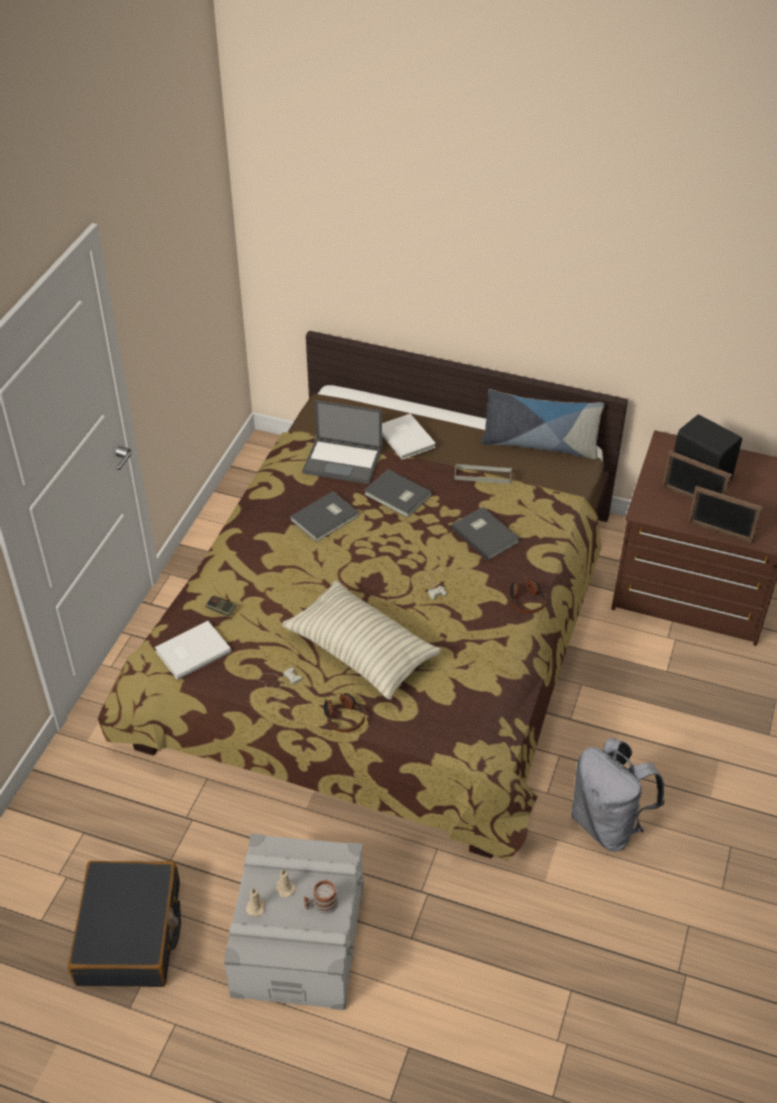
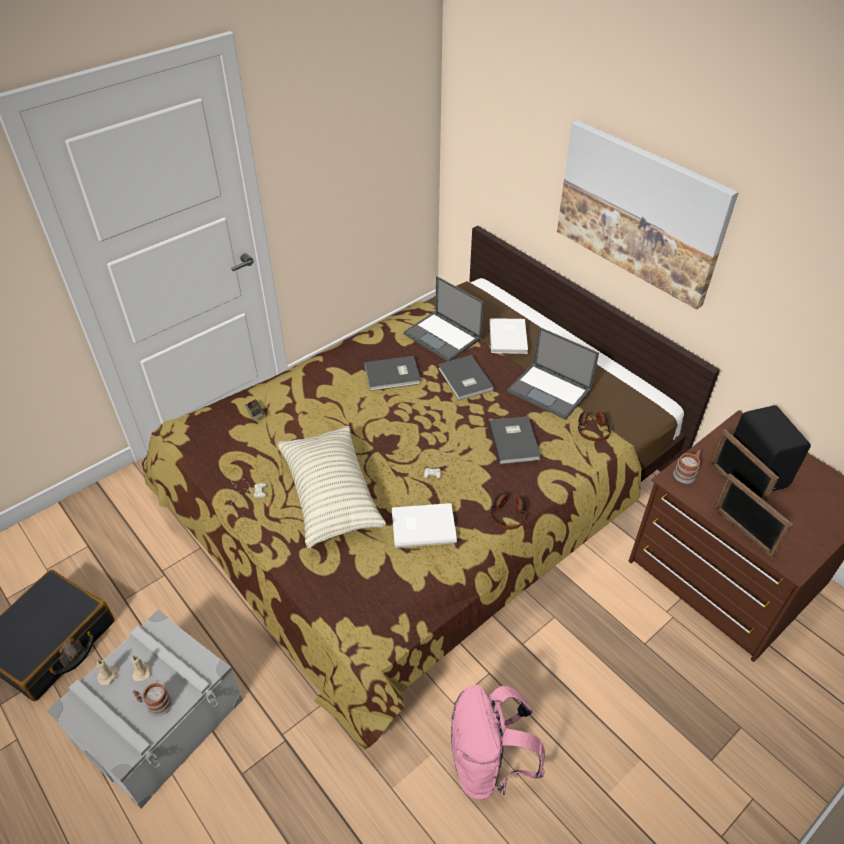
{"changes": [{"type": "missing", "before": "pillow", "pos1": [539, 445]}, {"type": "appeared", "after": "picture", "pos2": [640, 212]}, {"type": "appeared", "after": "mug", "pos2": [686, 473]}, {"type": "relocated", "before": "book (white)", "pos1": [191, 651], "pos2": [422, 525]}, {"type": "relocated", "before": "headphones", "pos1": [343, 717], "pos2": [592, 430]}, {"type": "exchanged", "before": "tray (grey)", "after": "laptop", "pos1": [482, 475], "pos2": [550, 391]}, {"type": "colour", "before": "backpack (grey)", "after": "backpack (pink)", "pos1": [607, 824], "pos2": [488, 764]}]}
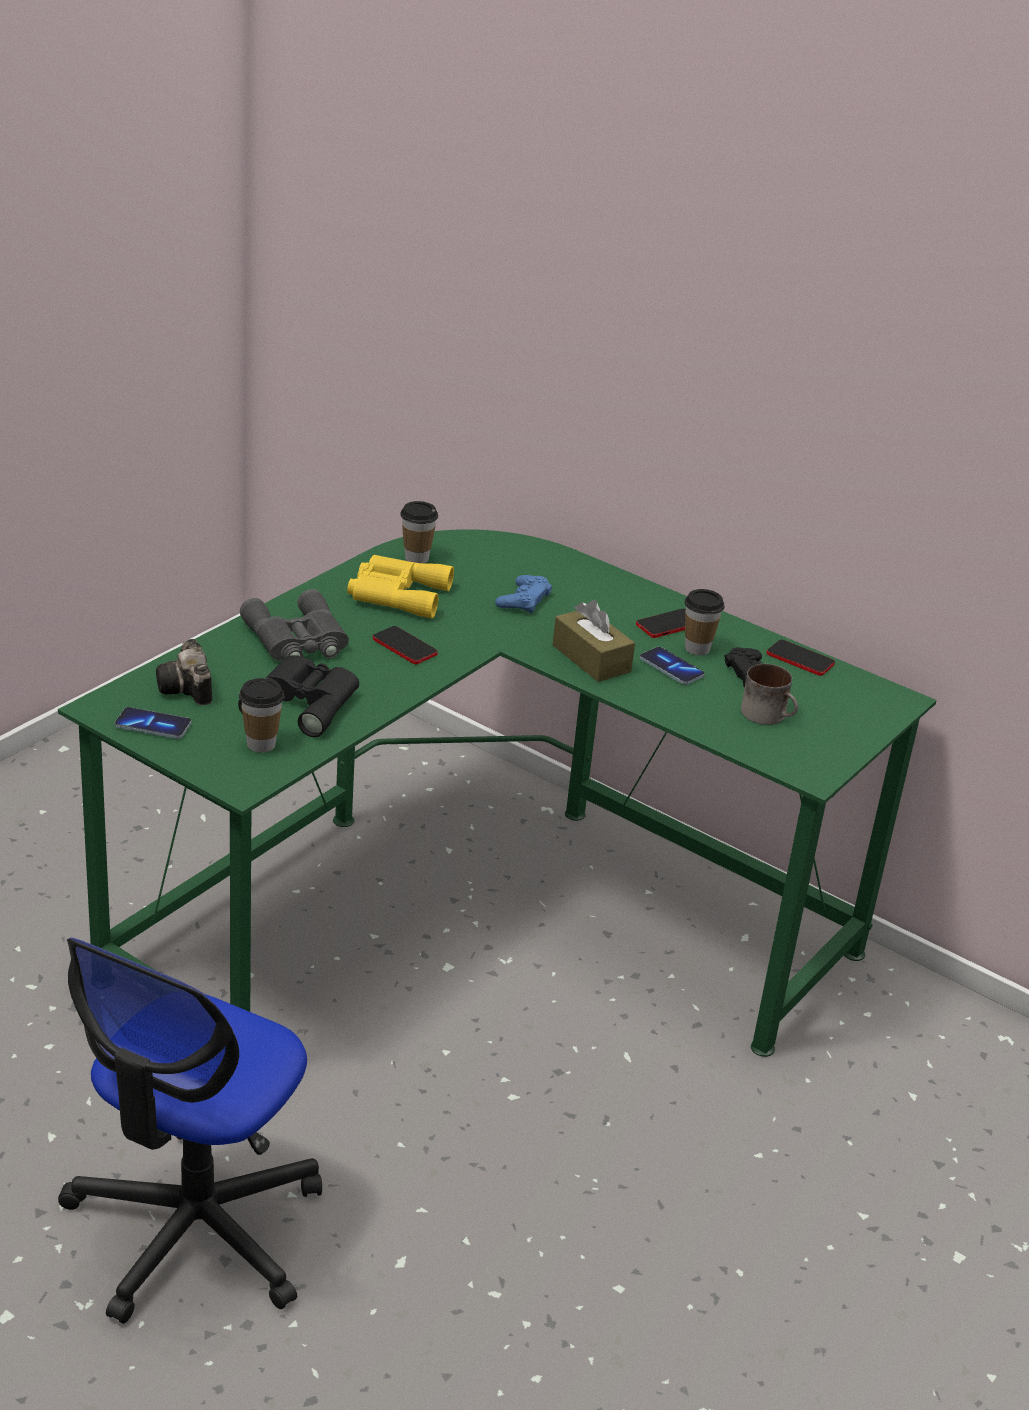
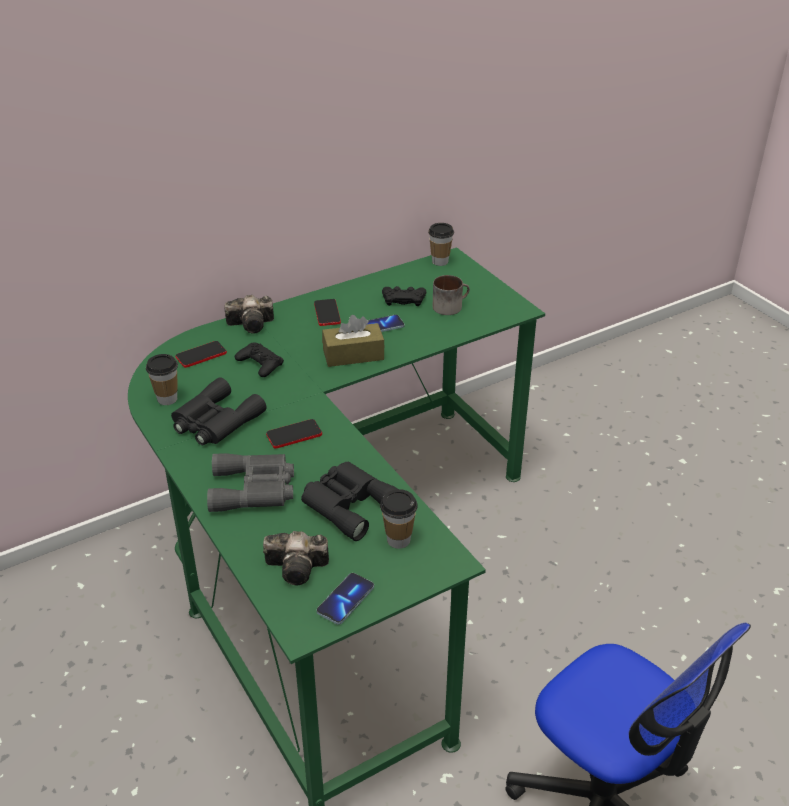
{"changes": [{"type": "appeared", "after": "photo camera", "pos2": [253, 324]}, {"type": "relocated", "before": "cup", "pos1": [697, 649], "pos2": [440, 261]}, {"type": "relocated", "before": "phone", "pos1": [800, 659], "pos2": [201, 355]}, {"type": "colour", "before": "binoculars (yellow)", "after": "binoculars (black)", "pos1": [396, 594], "pos2": [215, 421]}, {"type": "colour", "before": "game controller (blue)", "after": "game controller (black)", "pos1": [523, 600], "pos2": [260, 364]}]}
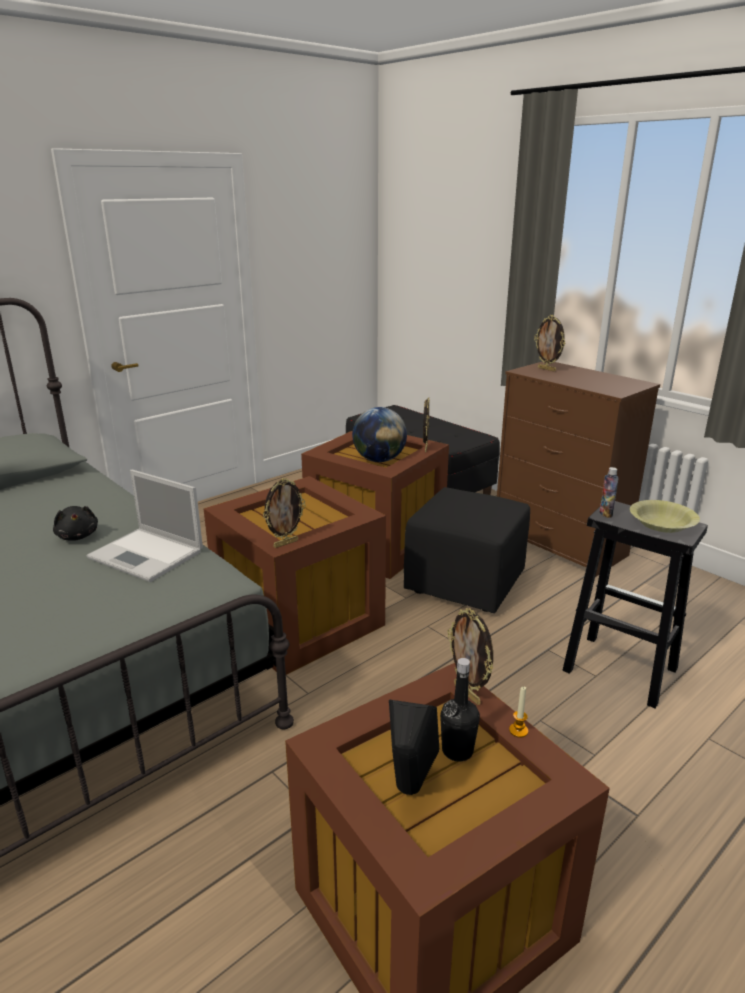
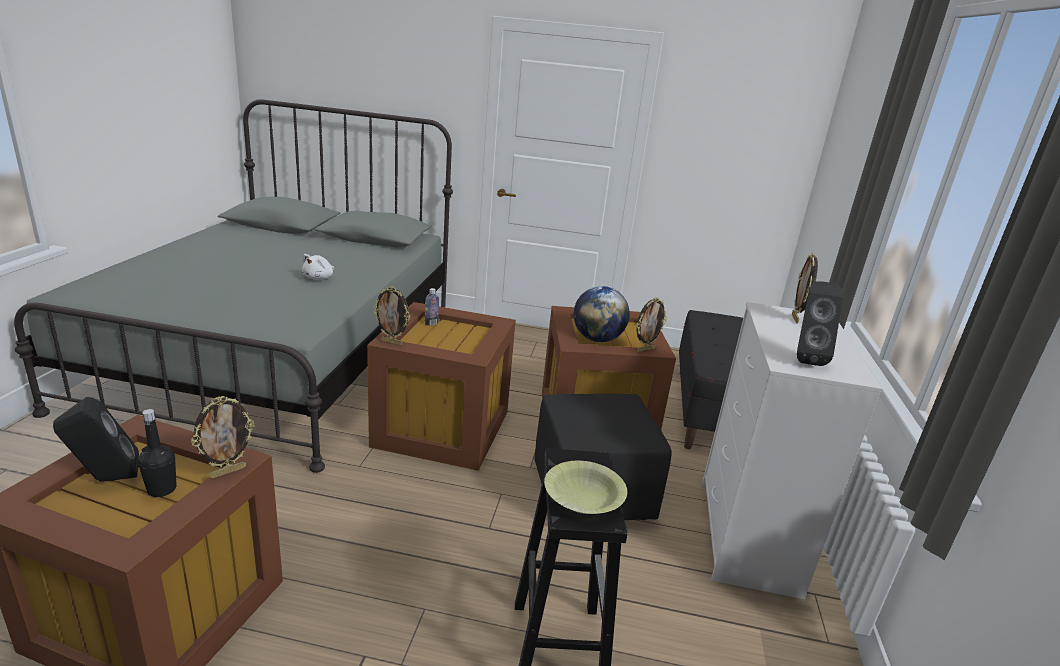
{"changes": [{"type": "missing", "before": "laptop", "pos1": [147, 555]}, {"type": "missing", "before": "candle", "pos1": [518, 730]}, {"type": "appeared", "after": "speaker (black)", "pos2": [805, 357]}, {"type": "relocated", "before": "bottle", "pos1": [606, 514], "pos2": [431, 323]}, {"type": "colour", "before": "plush toy (black)", "after": "plush toy (white)", "pos1": [78, 536], "pos2": [319, 278]}, {"type": "colour", "before": "dresser (brown)", "after": "dresser (white)", "pos1": [560, 545], "pos2": [748, 535]}, {"type": "spun", "before": "picture frame", "pos1": [468, 694], "pos2": [228, 471], "turn": -150}]}
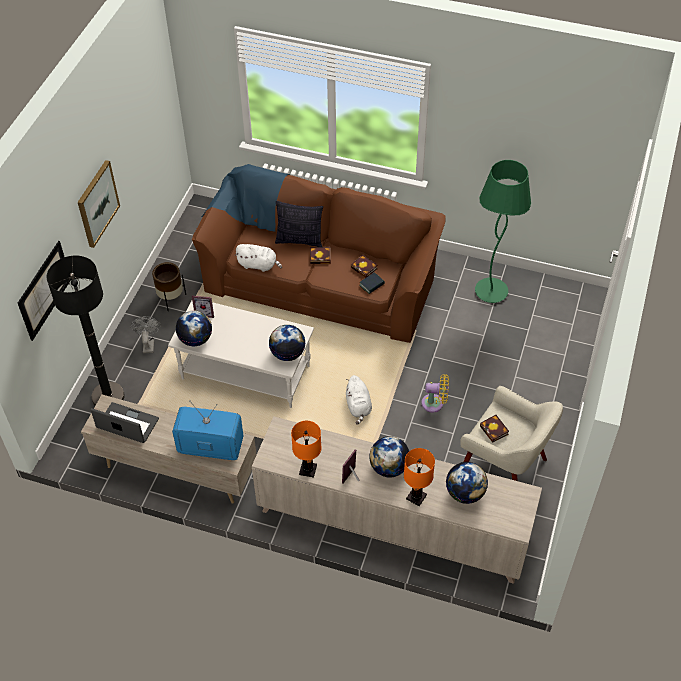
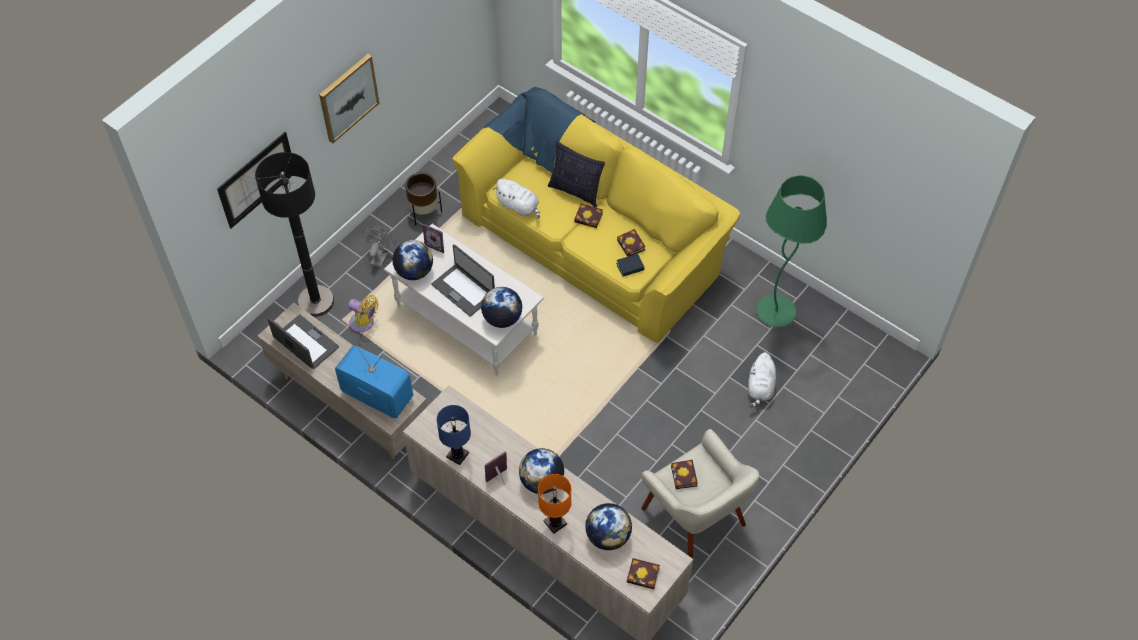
{"changes": [{"type": "appeared", "after": "laptop", "pos2": [464, 290]}, {"type": "appeared", "after": "book", "pos2": [644, 575]}, {"type": "relocated", "before": "plush toy (white)", "pos1": [358, 406], "pos2": [760, 387]}, {"type": "relocated", "before": "fan (yellow)", "pos1": [435, 403], "pos2": [364, 323]}, {"type": "colour", "before": "sofa (brown)", "after": "sofa (yellow)", "pos1": [321, 278], "pos2": [593, 238]}, {"type": "colour", "before": "table lamp (orange)", "after": "table lamp (blue)", "pos1": [307, 470], "pos2": [457, 455]}]}
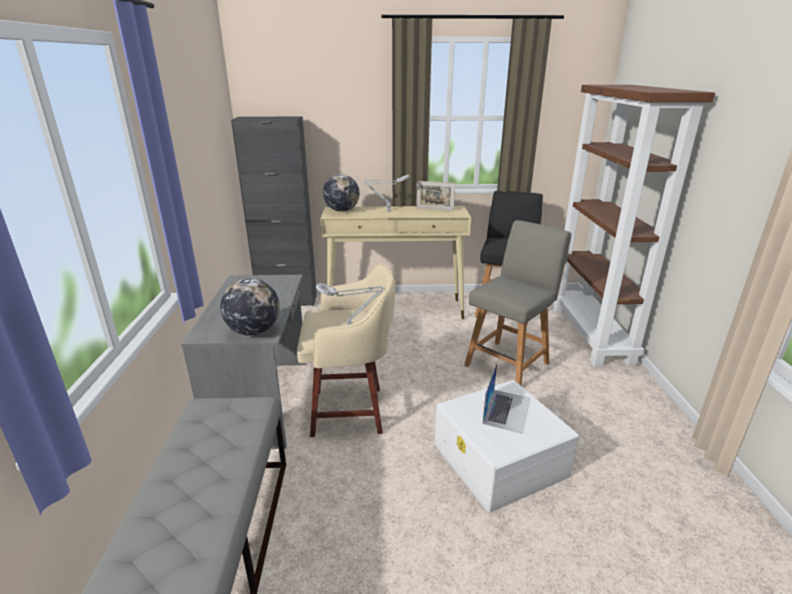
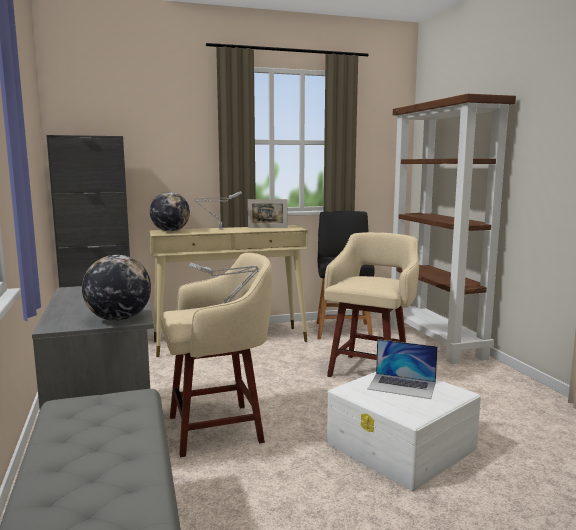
{"changes": [{"type": "exchanged", "before": "chair (grey)", "after": "stool (beige)", "pos1": [508, 363], "pos2": [369, 370]}, {"type": "spun", "before": "laptop", "pos1": [507, 410], "pos2": [402, 385], "turn": 105}]}
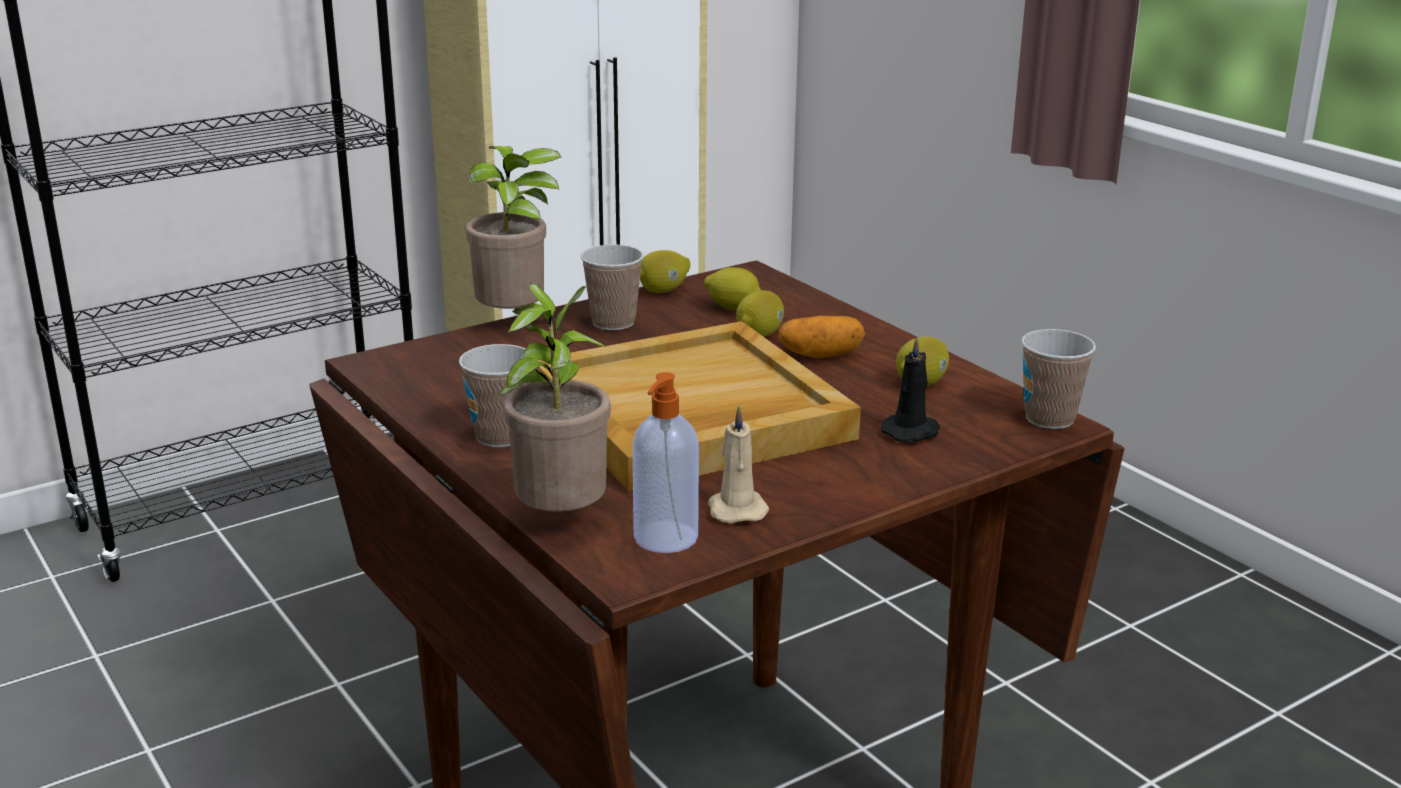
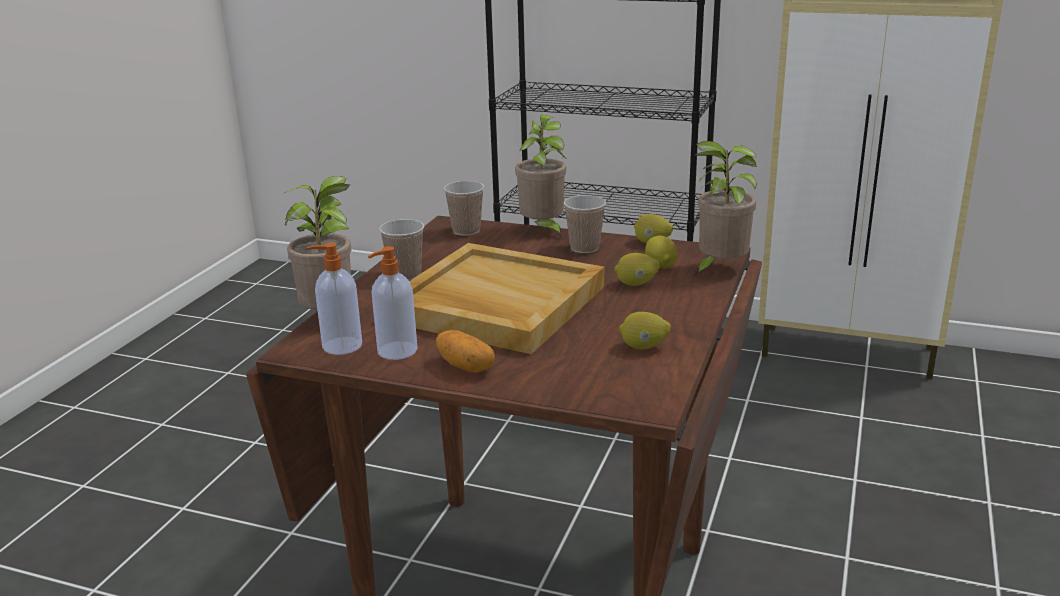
{"changes": [{"type": "missing", "before": "candle (black)", "pos1": [912, 432]}, {"type": "appeared", "after": "potted plant", "pos2": [719, 269]}, {"type": "relocated", "before": "potato", "pos1": [820, 355], "pos2": [466, 366]}, {"type": "relocated", "before": "cup", "pos1": [1049, 419], "pos2": [466, 231]}, {"type": "exchanged", "before": "candle (beige)", "after": "soap dispenser", "pos1": [736, 509], "pos2": [396, 351]}]}
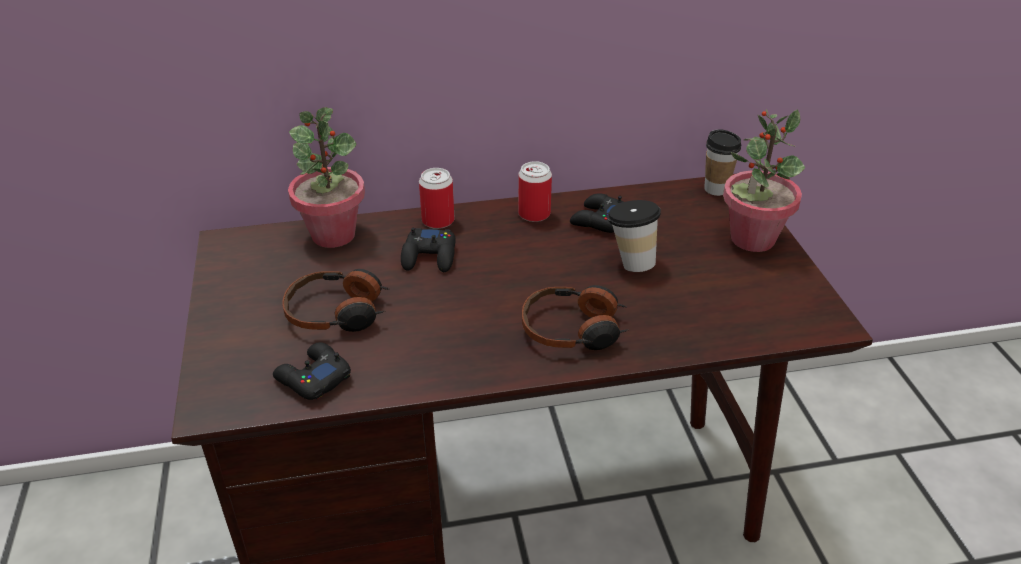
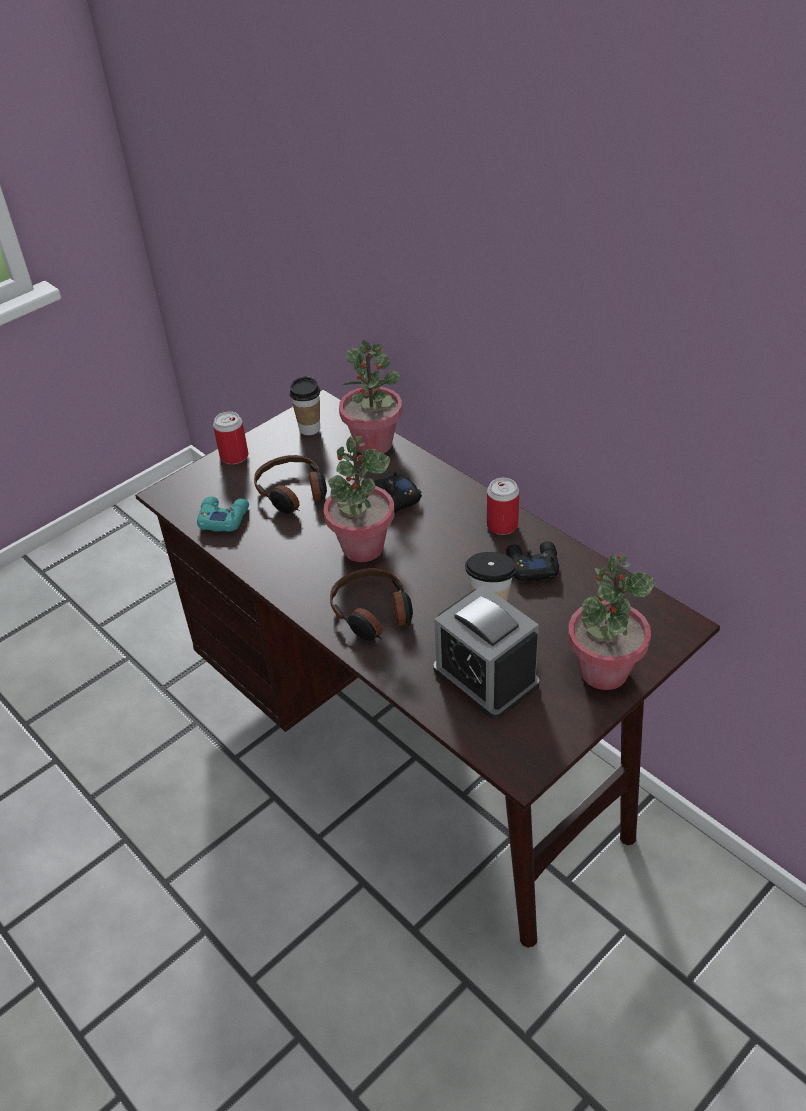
{"changes": [{"type": "appeared", "after": "potted plant", "pos2": [362, 547]}, {"type": "appeared", "after": "alarm clock", "pos2": [485, 677]}, {"type": "relocated", "before": "can", "pos1": [438, 220], "pos2": [234, 456]}, {"type": "relocated", "before": "cup", "pos1": [716, 189], "pos2": [309, 429]}, {"type": "colour", "before": "game controller (black)", "after": "game controller (turquoise)", "pos1": [312, 378], "pos2": [223, 518]}]}
